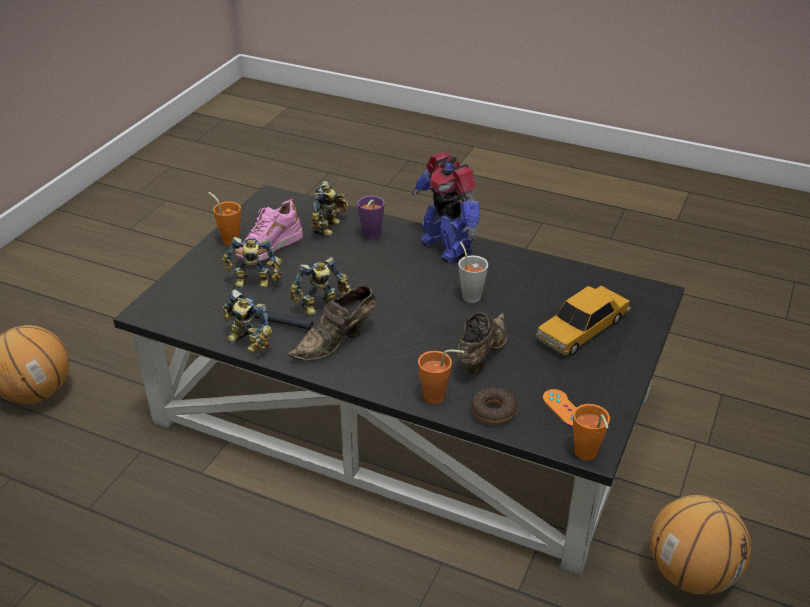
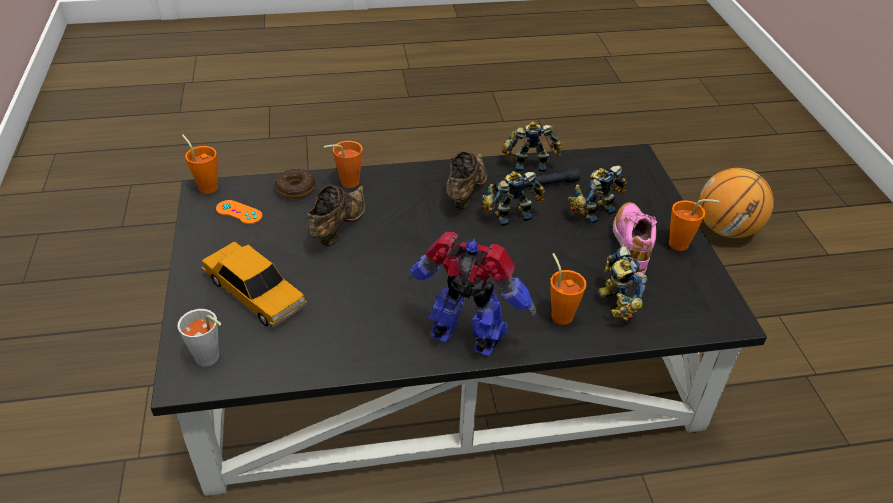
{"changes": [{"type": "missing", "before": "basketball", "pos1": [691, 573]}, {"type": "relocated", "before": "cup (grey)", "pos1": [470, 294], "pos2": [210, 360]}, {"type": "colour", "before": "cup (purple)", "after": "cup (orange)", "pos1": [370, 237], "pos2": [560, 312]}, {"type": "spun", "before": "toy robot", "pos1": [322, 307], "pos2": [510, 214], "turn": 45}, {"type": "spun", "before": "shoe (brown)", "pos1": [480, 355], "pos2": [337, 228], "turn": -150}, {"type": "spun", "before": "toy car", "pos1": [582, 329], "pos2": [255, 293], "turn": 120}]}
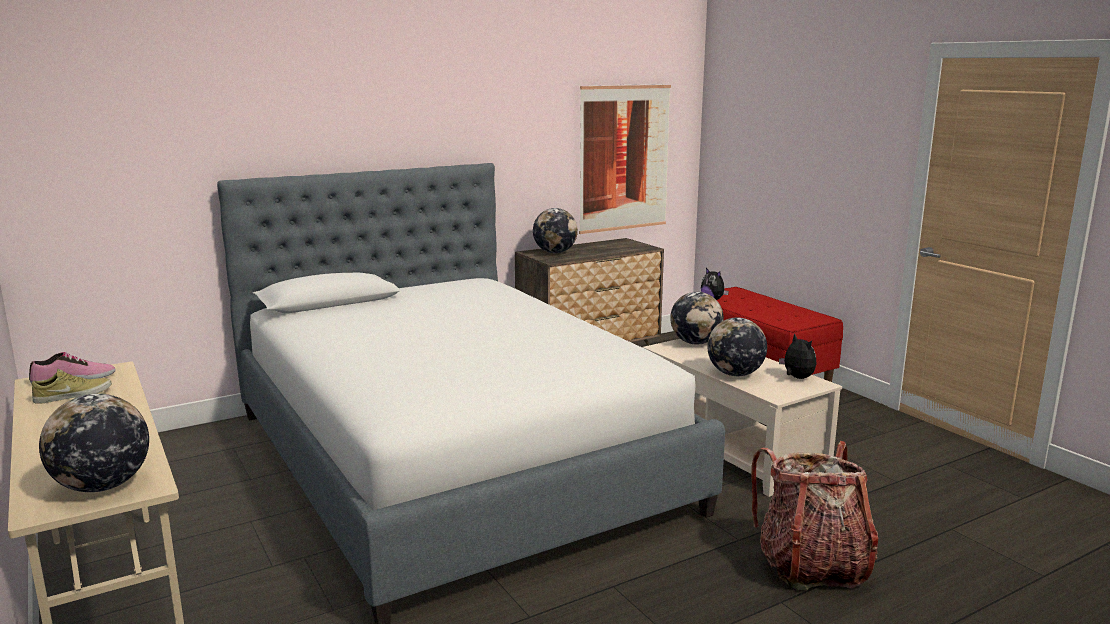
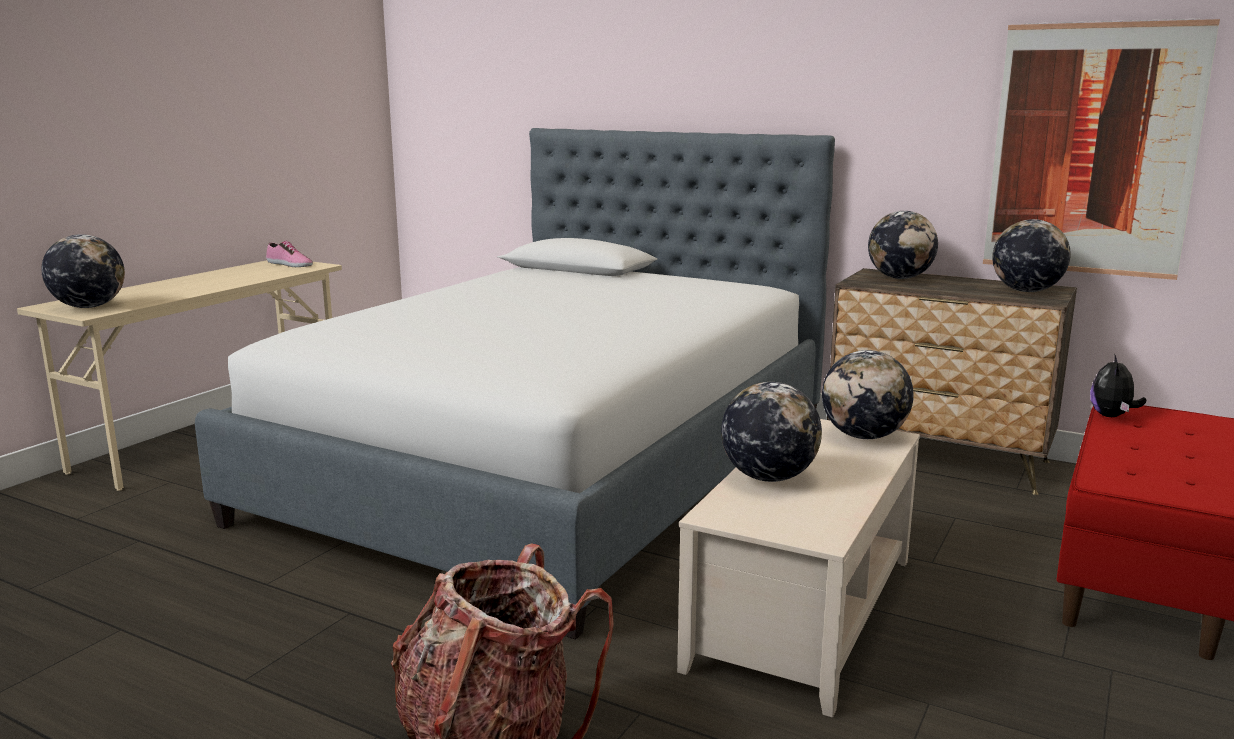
{"changes": [{"type": "missing", "before": "shoe (beige)", "pos1": [73, 395]}, {"type": "missing", "before": "plush toy", "pos1": [796, 378]}, {"type": "appeared", "after": "globe", "pos2": [1026, 291]}]}
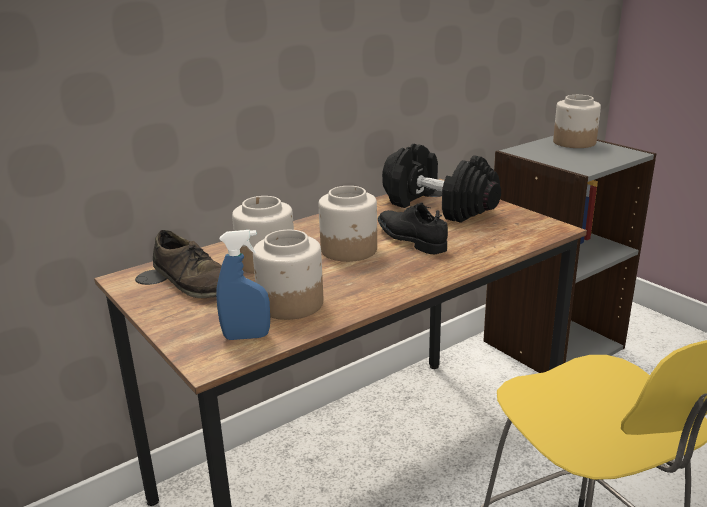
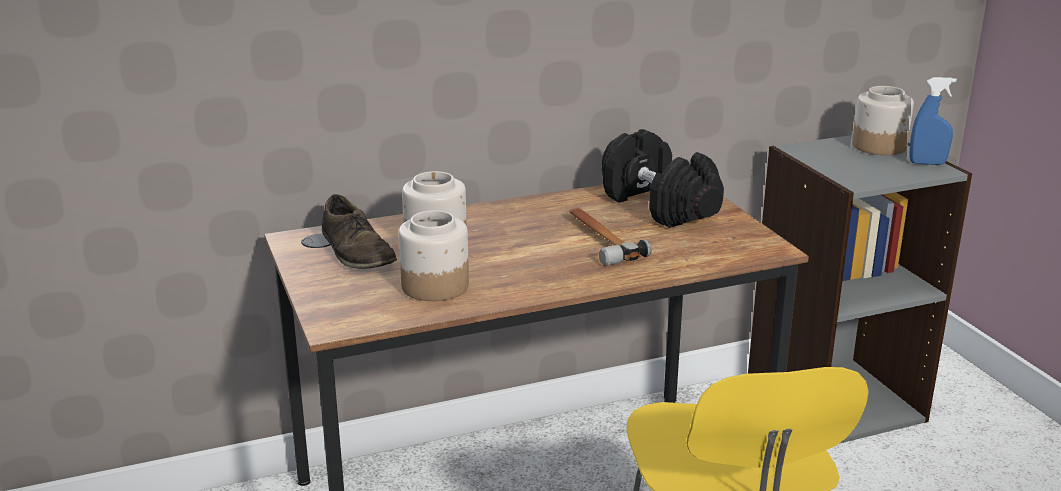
{"changes": [{"type": "missing", "before": "jar", "pos1": [349, 250]}, {"type": "relocated", "before": "spray bottle (blue)", "pos1": [246, 336], "pos2": [927, 163]}, {"type": "exchanged", "before": "shoe (black)", "after": "hammer", "pos1": [410, 240], "pos2": [599, 239]}]}
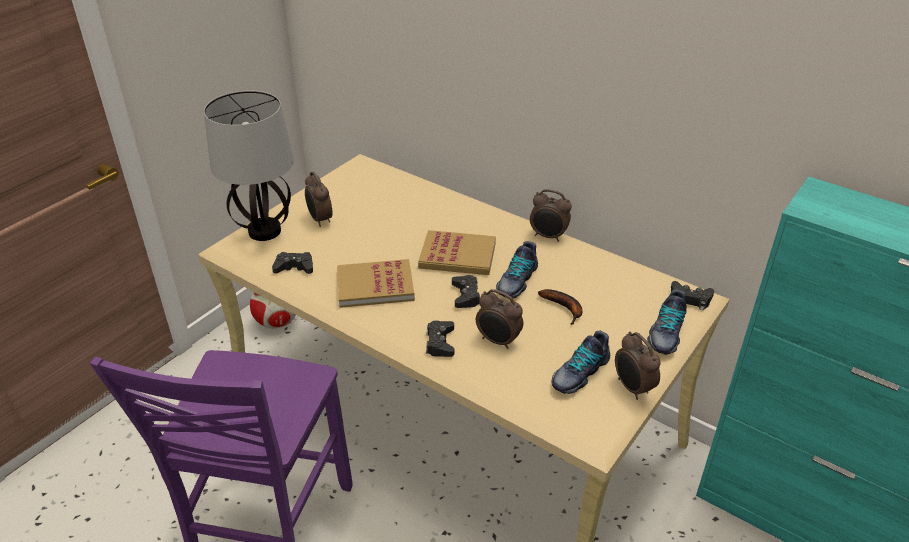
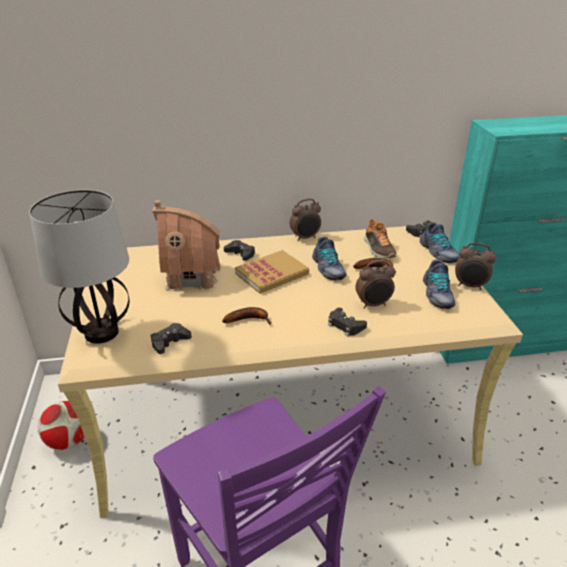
{"changes": [{"type": "missing", "before": "alarm clock", "pos1": [320, 220]}, {"type": "appeared", "after": "toy house", "pos2": [192, 276]}, {"type": "appeared", "after": "shoe", "pos2": [378, 249]}, {"type": "relocated", "before": "game controller (black)", "pos1": [466, 296], "pos2": [240, 254]}, {"type": "exchanged", "before": "book", "after": "banana", "pos1": [375, 286], "pos2": [249, 319]}]}
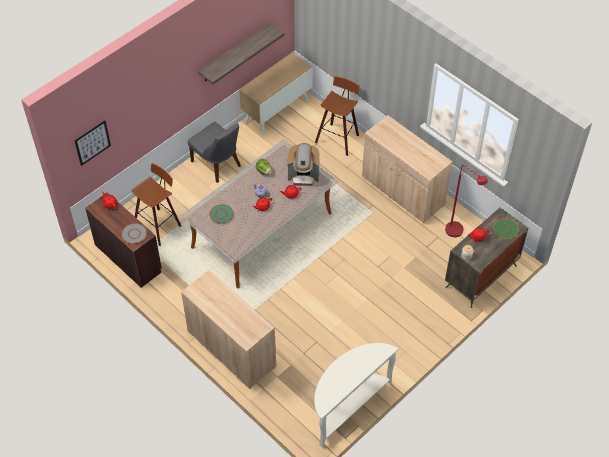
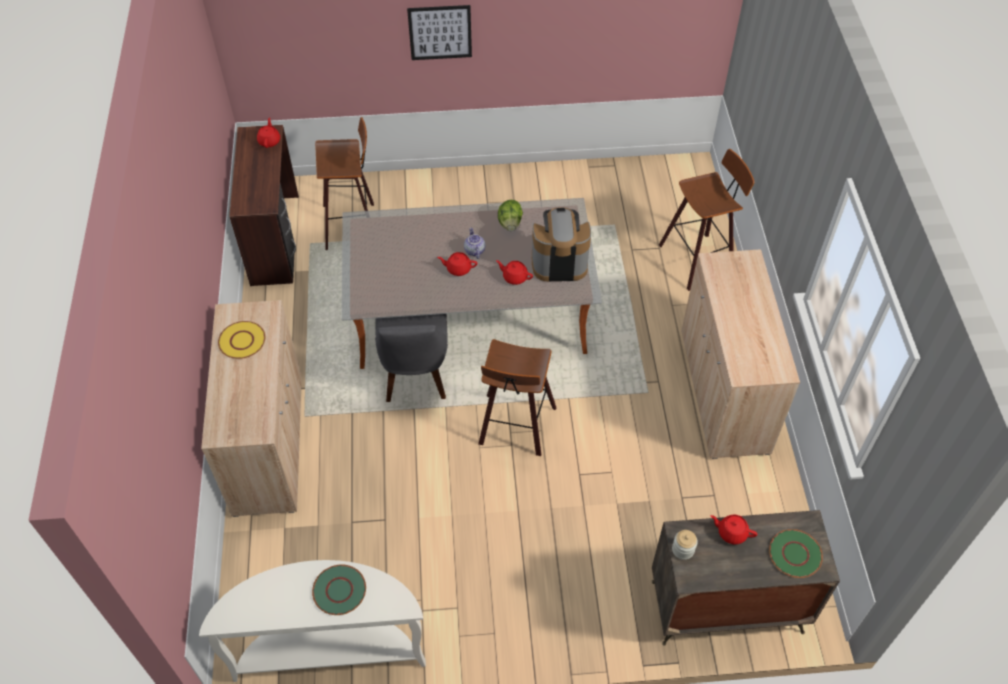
{"changes": [{"type": "missing", "before": "plate (grey)", "pos1": [134, 234]}, {"type": "missing", "before": "shelf", "pos1": [235, 53]}, {"type": "missing", "before": "cabinet", "pos1": [277, 110]}, {"type": "missing", "before": "floor lamp (red)", "pos1": [458, 233]}, {"type": "appeared", "after": "plate (yellow)", "pos2": [242, 340]}, {"type": "appeared", "after": "stool", "pos2": [515, 427]}, {"type": "relocated", "before": "picture", "pos1": [92, 142], "pos2": [440, 32]}, {"type": "relocated", "before": "chair (grey)", "pos1": [217, 165], "pos2": [415, 374]}, {"type": "relocated", "before": "plate (green)", "pos1": [221, 214], "pos2": [339, 590]}, {"type": "spun", "before": "coffee machine", "pos1": [303, 175], "pos2": [559, 263], "turn": 135}]}
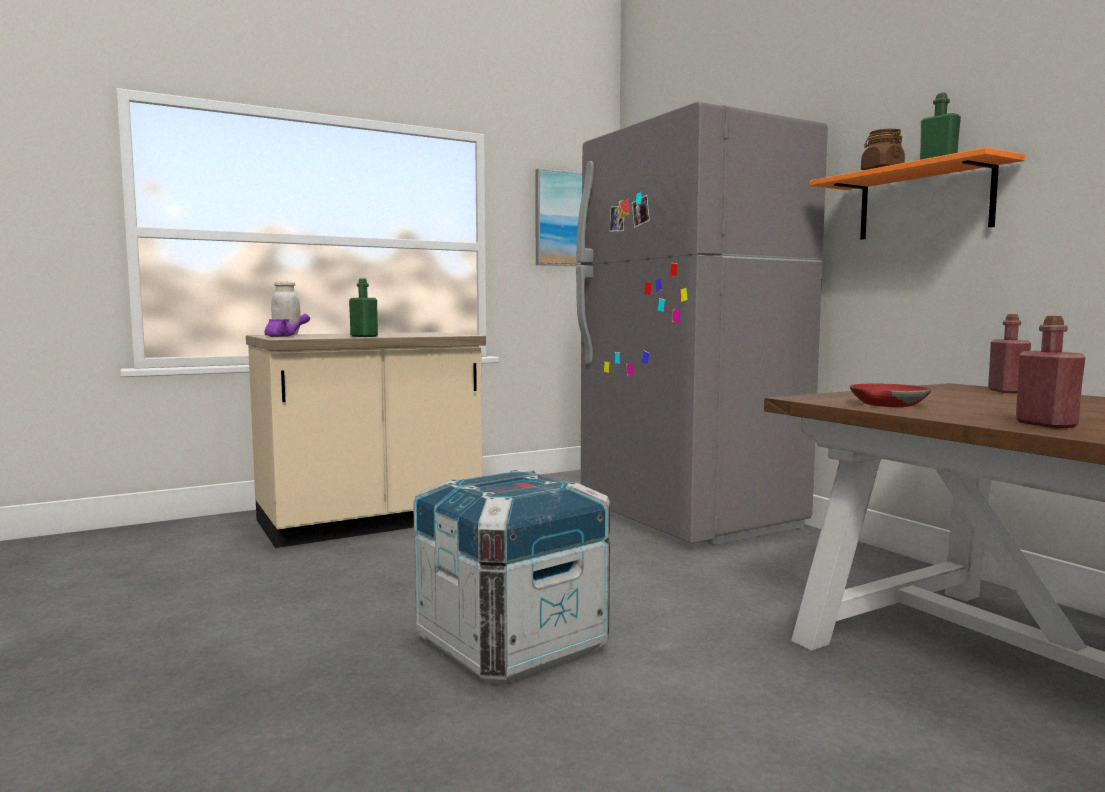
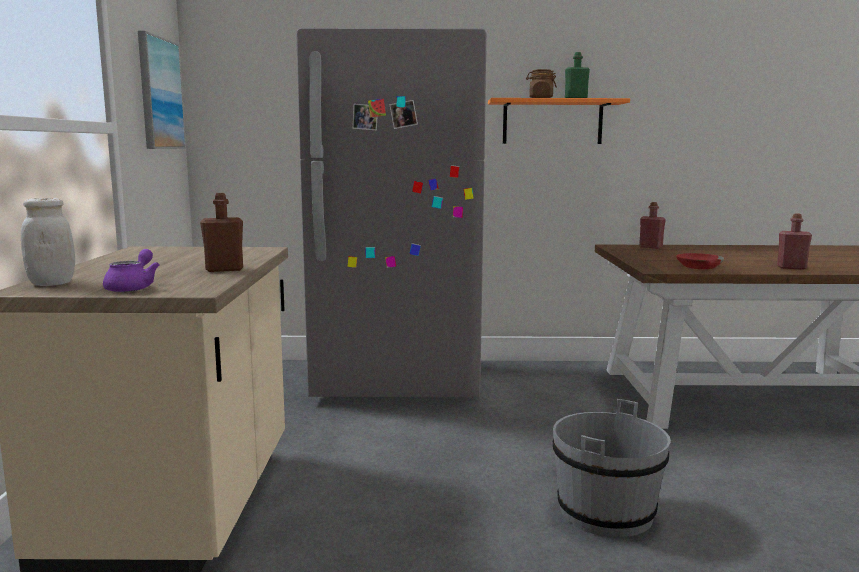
{"changes": [{"type": "exchanged", "before": "crate", "after": "bucket (grey)", "pos1": [512, 645], "pos2": [605, 512]}, {"type": "colour", "before": "bottle (green)", "after": "bottle (brown)", "pos1": [364, 336], "pos2": [224, 269]}]}
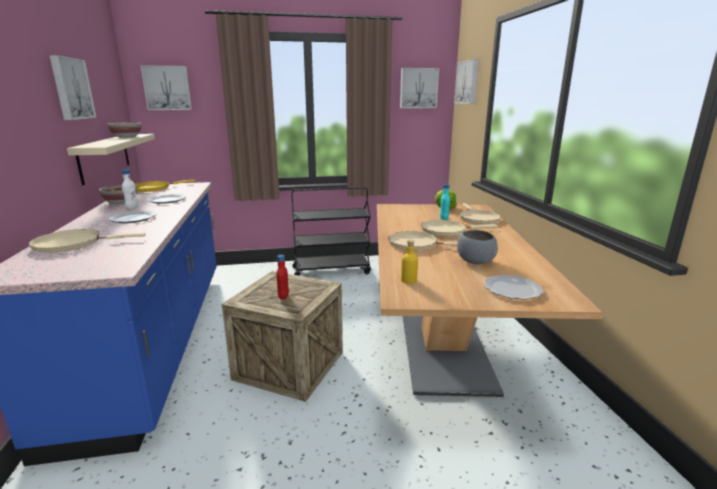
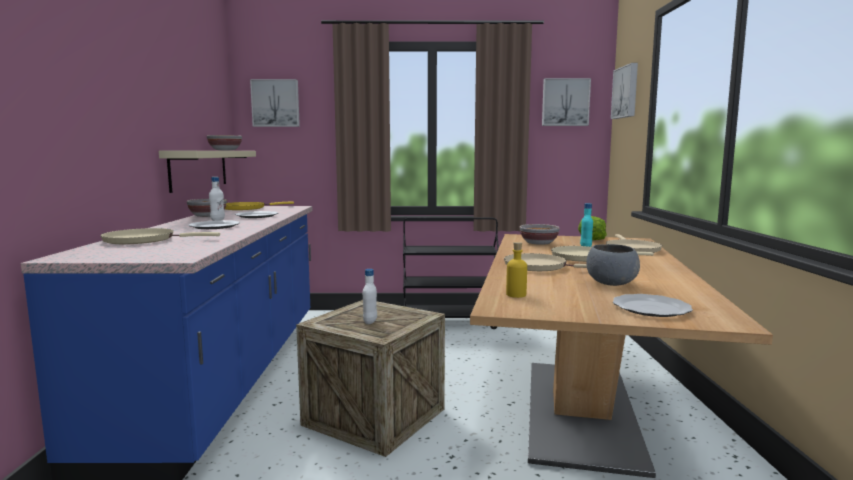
{"changes": [{"type": "missing", "before": "picture", "pos1": [71, 89]}, {"type": "appeared", "after": "bowl", "pos2": [539, 243]}, {"type": "colour", "before": "bottle (red)", "after": "bottle (white)", "pos1": [283, 296], "pos2": [370, 322]}]}
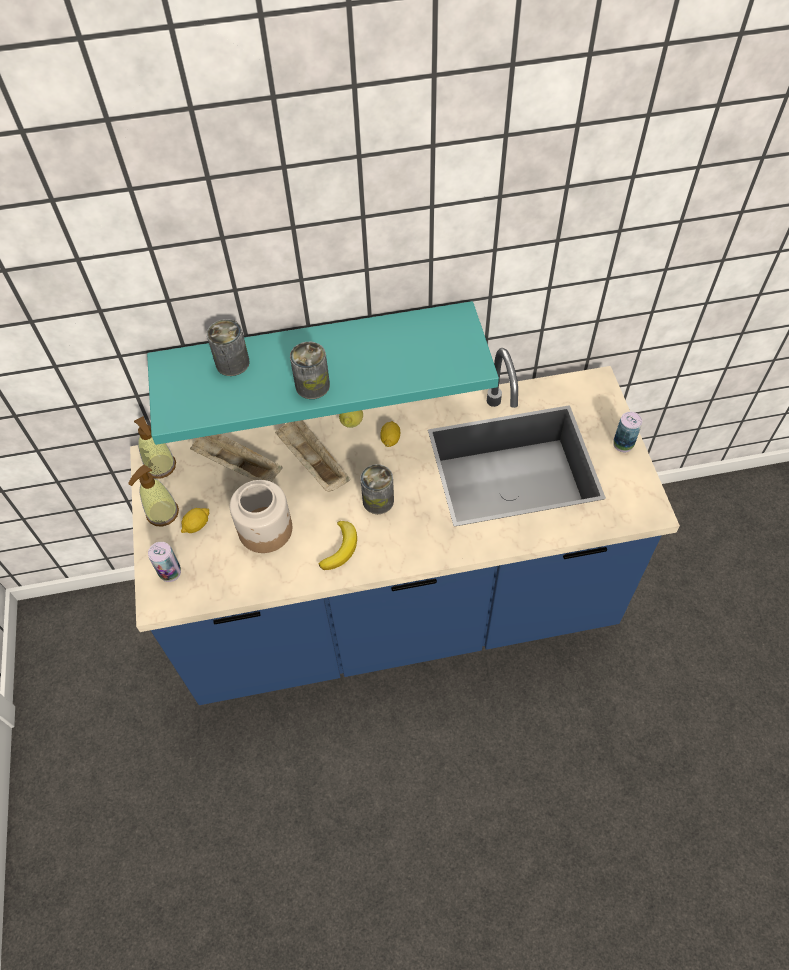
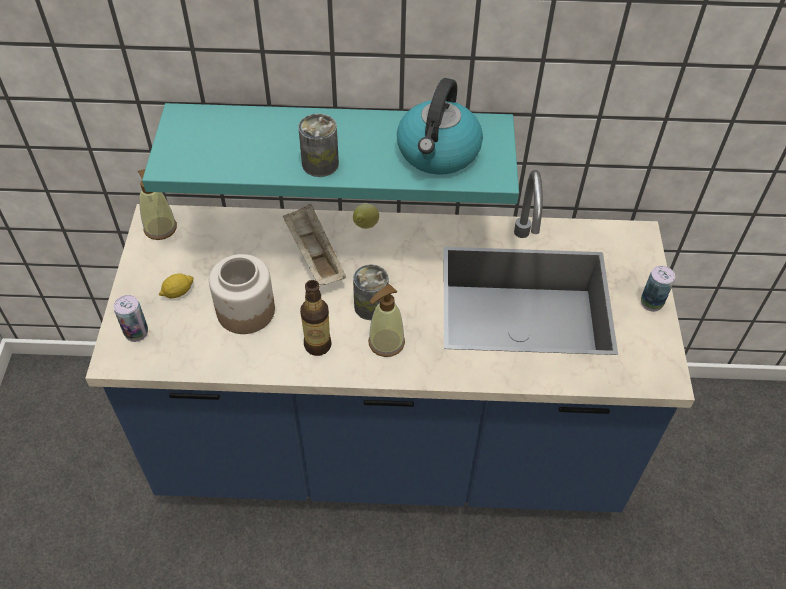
{"changes": [{"type": "missing", "before": "tray (beige)", "pos1": [237, 466]}, {"type": "missing", "before": "can", "pos1": [232, 363]}, {"type": "missing", "before": "lemon", "pos1": [390, 439]}, {"type": "appeared", "after": "kettle", "pos2": [438, 153]}, {"type": "relocated", "before": "soap dispenser", "pos1": [162, 513], "pos2": [386, 343]}, {"type": "exchanged", "before": "banana", "after": "bottle", "pos1": [340, 548], "pos2": [318, 345]}]}
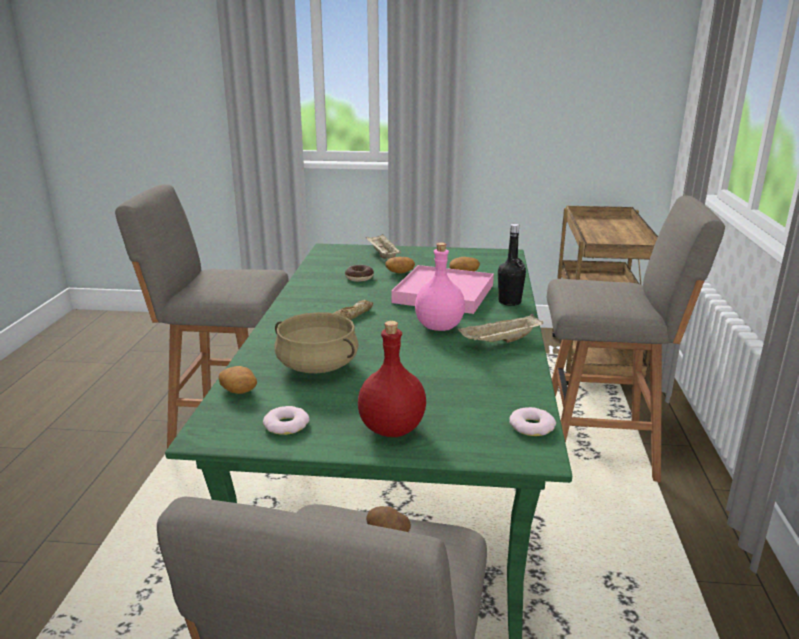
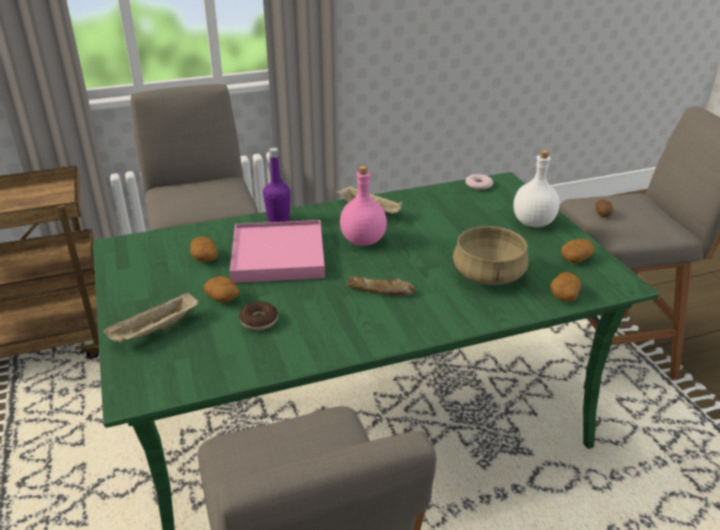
{"changes": [{"type": "exchanged", "before": "donut", "after": "potato", "pos1": [286, 425], "pos2": [576, 258]}, {"type": "colour", "before": "bottle (red)", "after": "bottle (white)", "pos1": [391, 428], "pos2": [533, 223]}, {"type": "colour", "before": "bottle (black)", "after": "bottle (purple)", "pos1": [509, 302], "pos2": [278, 220]}]}
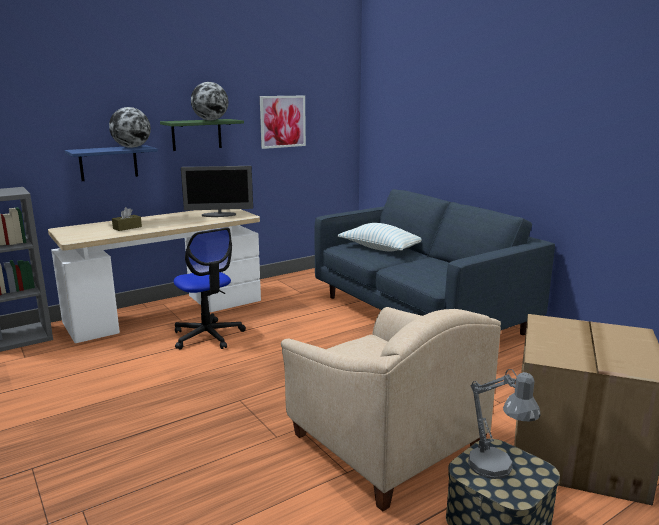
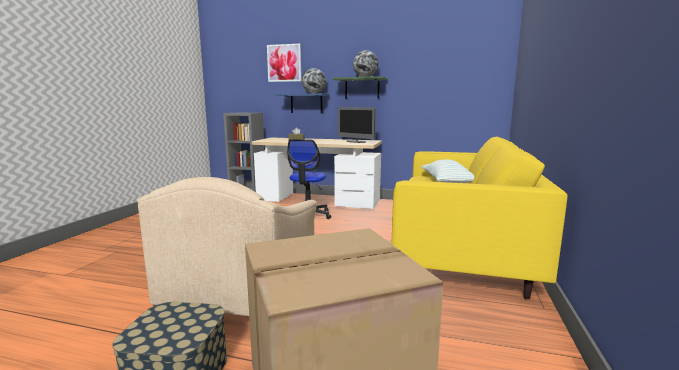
{"changes": [{"type": "missing", "before": "table lamp (grey)", "pos1": [496, 470]}, {"type": "relocated", "before": "picture", "pos1": [282, 121], "pos2": [284, 63]}, {"type": "colour", "before": "sofa (blue)", "after": "sofa (yellow)", "pos1": [418, 314], "pos2": [460, 249]}]}
